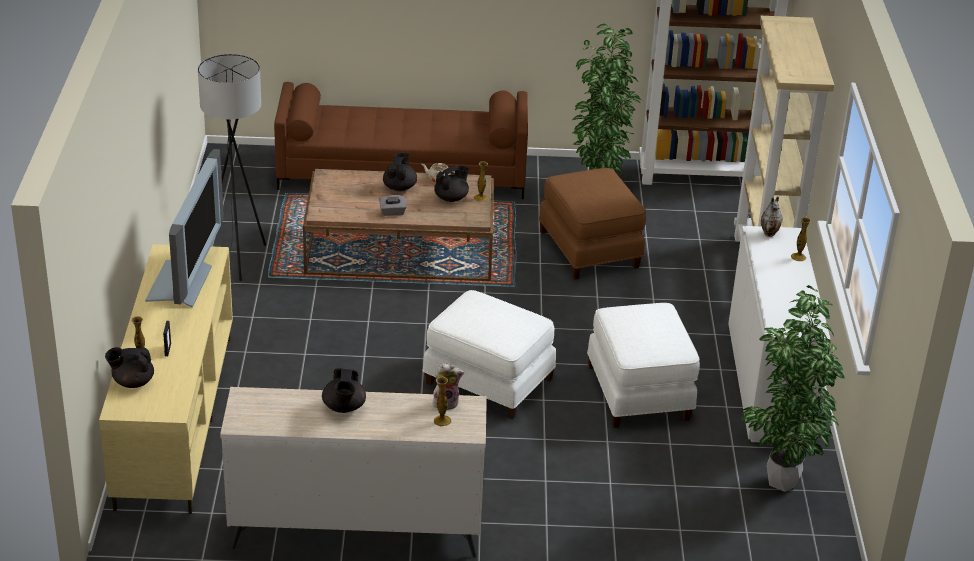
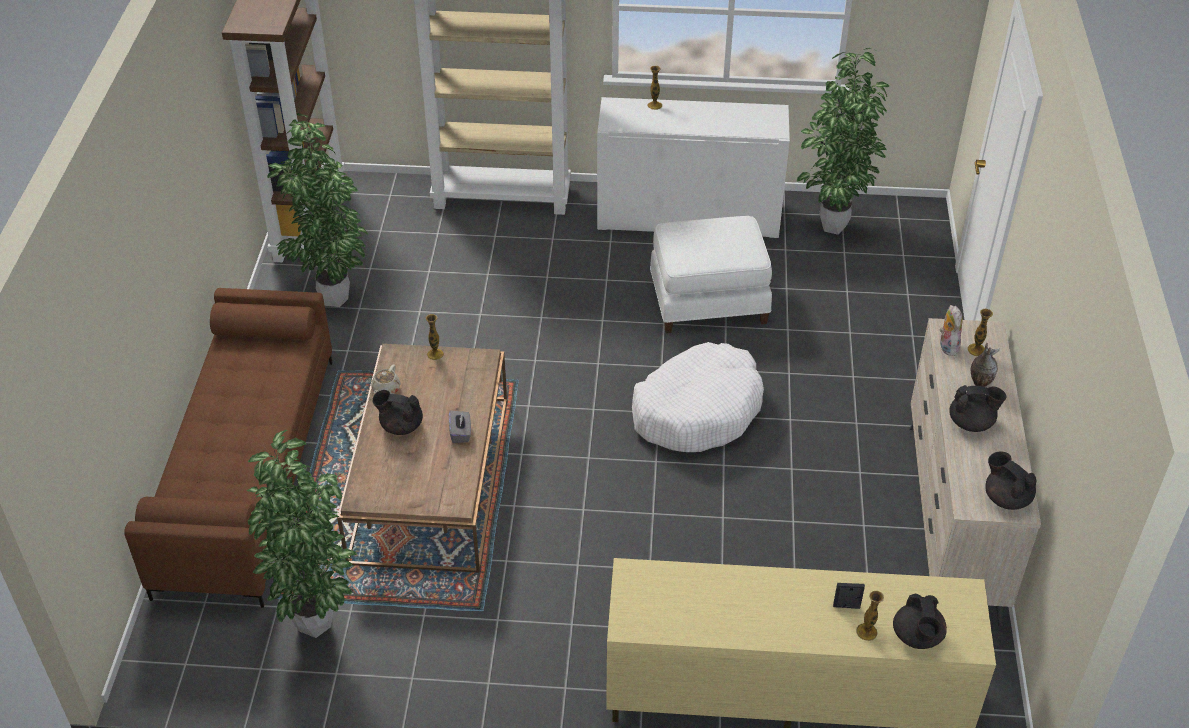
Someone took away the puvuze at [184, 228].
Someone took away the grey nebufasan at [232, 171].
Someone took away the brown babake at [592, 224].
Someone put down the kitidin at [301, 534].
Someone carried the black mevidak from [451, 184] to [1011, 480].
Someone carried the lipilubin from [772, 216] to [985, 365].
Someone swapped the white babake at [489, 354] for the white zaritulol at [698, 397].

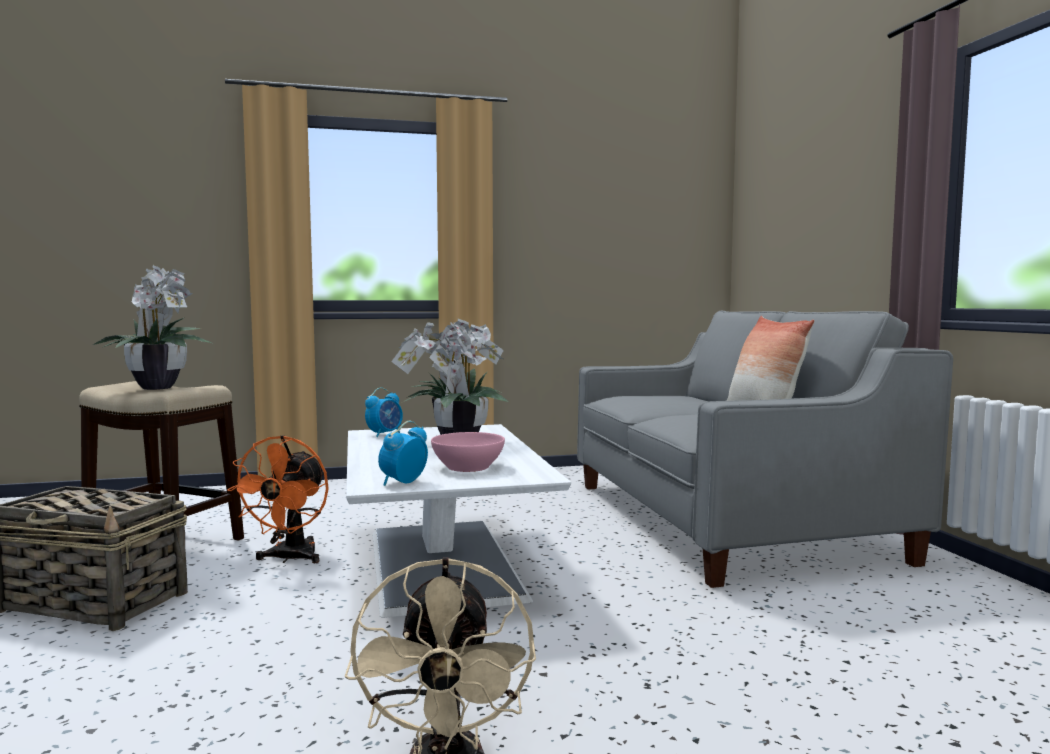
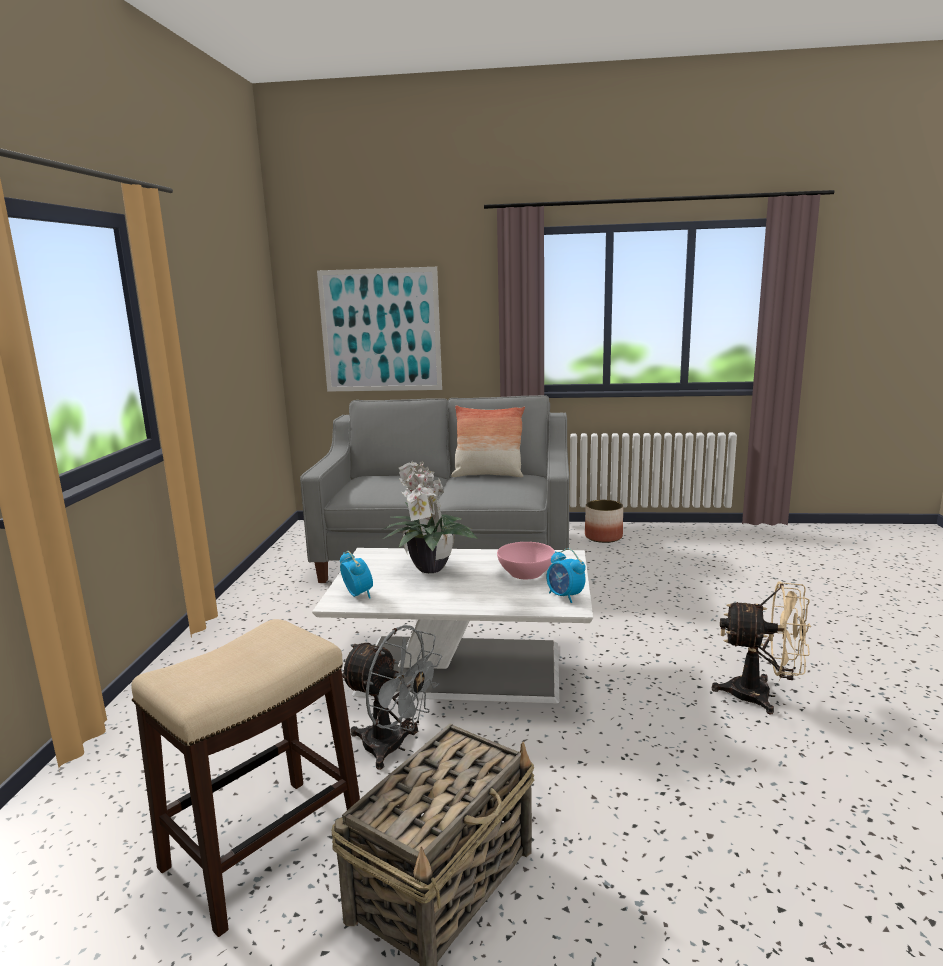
Someone took away the kitidin at [153, 327].
Someone put up the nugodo at [379, 329].
Someone put down the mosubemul at [604, 521].
Someone repainted the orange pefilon at [278, 499], which became the grey pefilon at [392, 697].

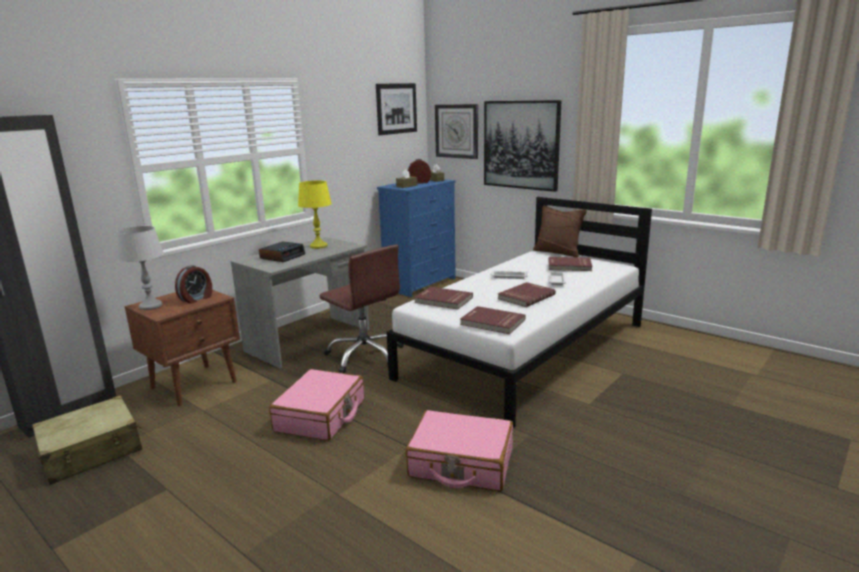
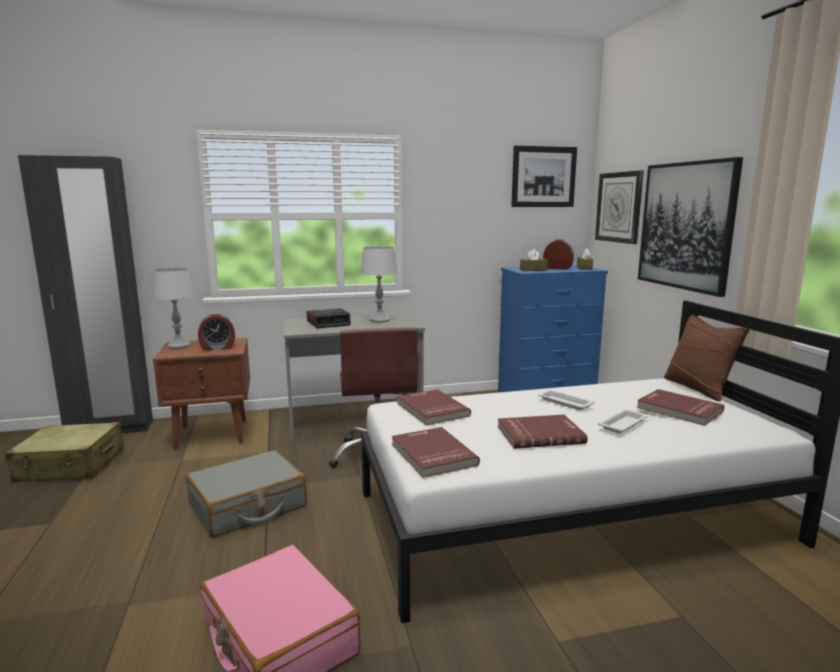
Someone repainted the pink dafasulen at [316, 405], which became the grey dafasulen at [246, 493].
Someone repainted the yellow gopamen at [315, 215], which became the grey gopamen at [379, 284].

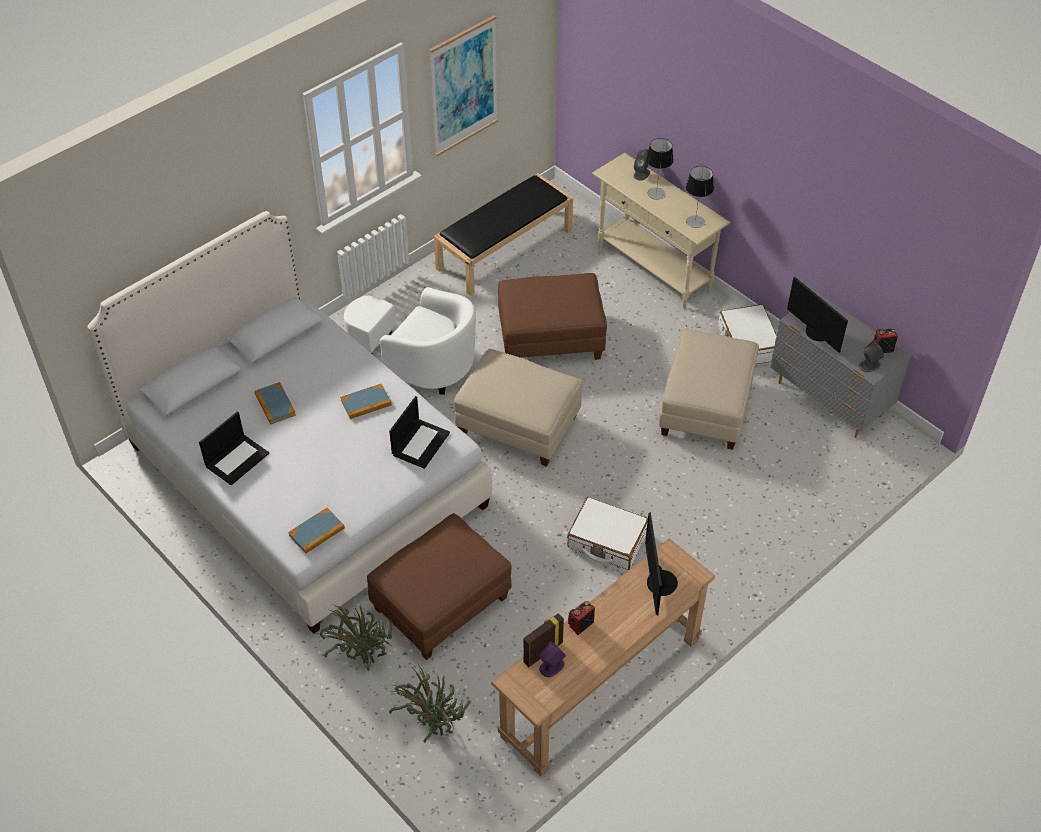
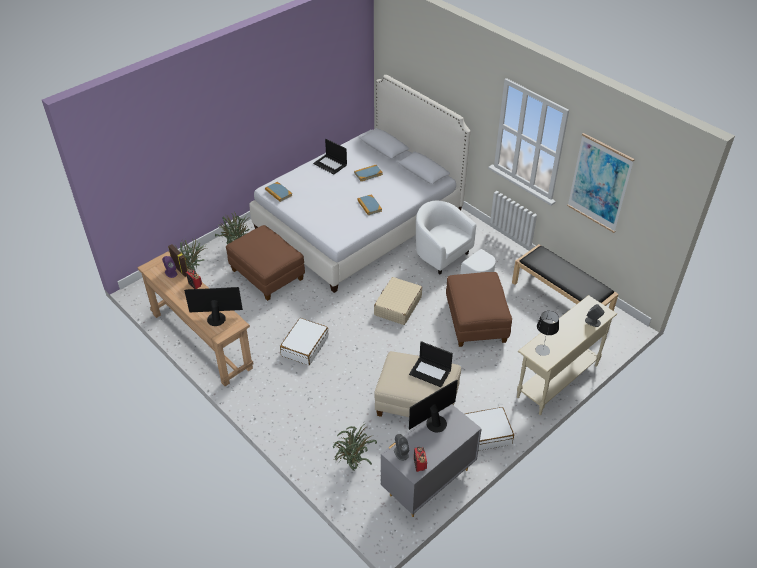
Someone took away the gopamen at [660, 169].
Someone put down the kitidin at [355, 447].
Someone carried the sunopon from [419, 432] to [431, 364].
Someone swapped the beige babake at [518, 408] for the beige dafasulen at [398, 301].
Someone rotated the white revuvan at [410, 341] by 105 degrees clockwise.

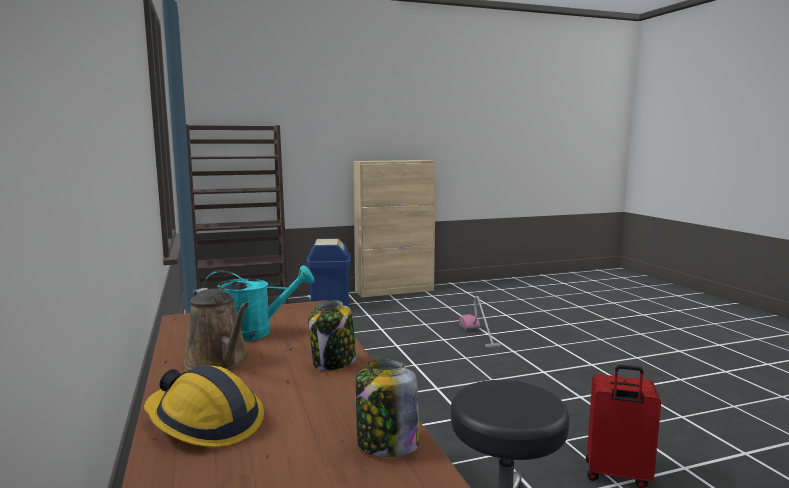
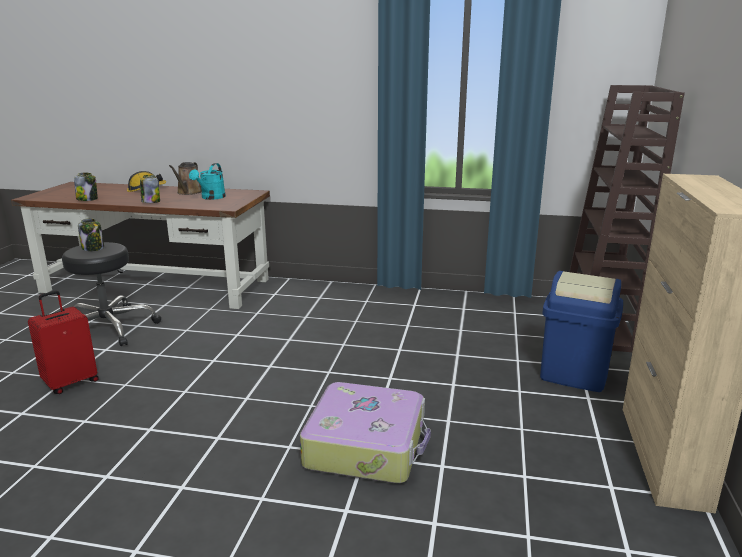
Someone put down the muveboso at [91, 234].
Someone swapped the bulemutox at [480, 322] for the dafasulen at [365, 432].
Someone rotated the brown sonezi at [216, 329] by 75 degrees counterclockwise.

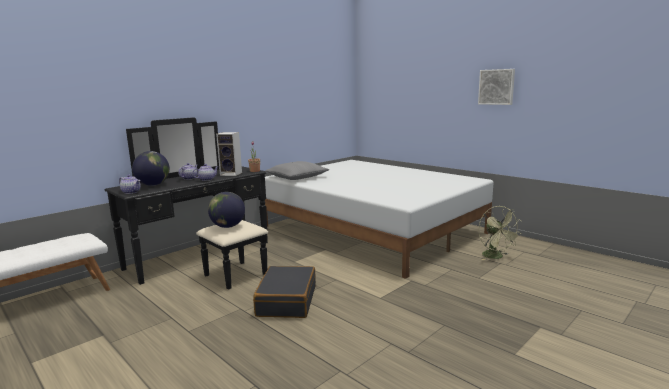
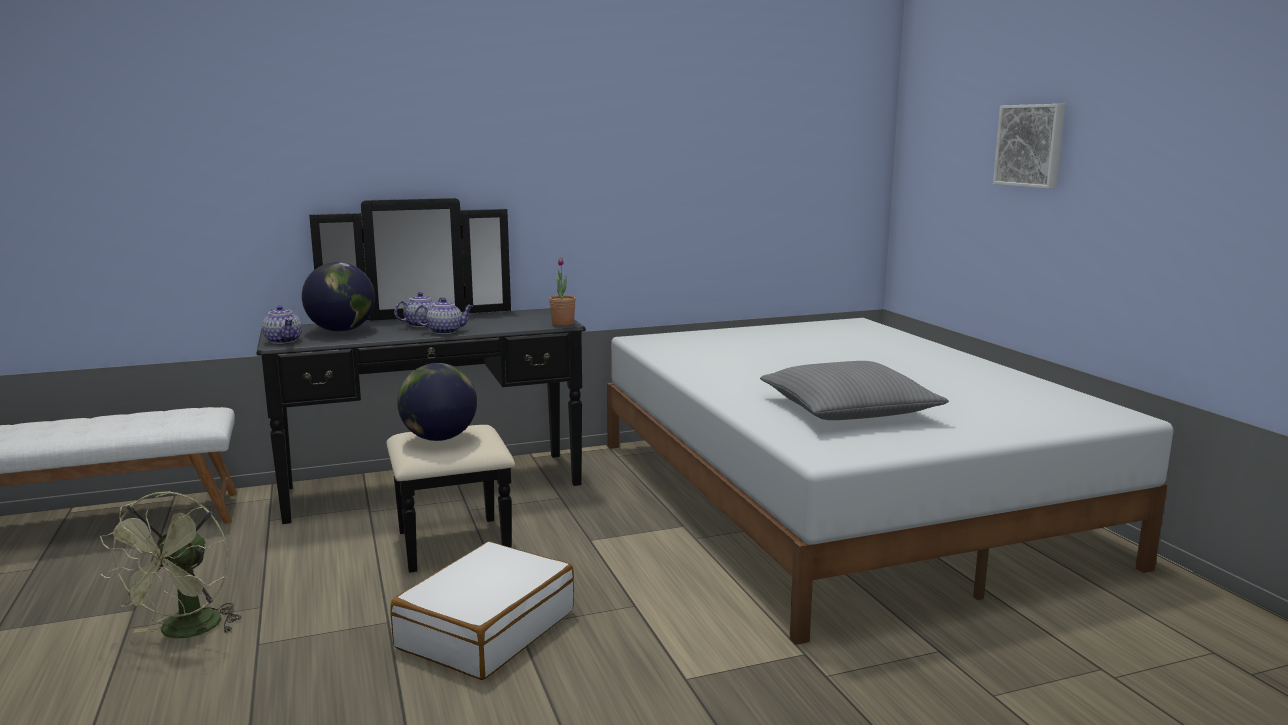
Someone took away the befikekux at [229, 154].
Someone carried the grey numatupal from [297, 170] to [854, 390].
Someone carried the nugodo from [496, 87] to [1029, 146].
Someone carried the green pefilon from [500, 233] to [171, 564].
Someone repainted the black dafasulen at [284, 292], which became the white dafasulen at [482, 611].

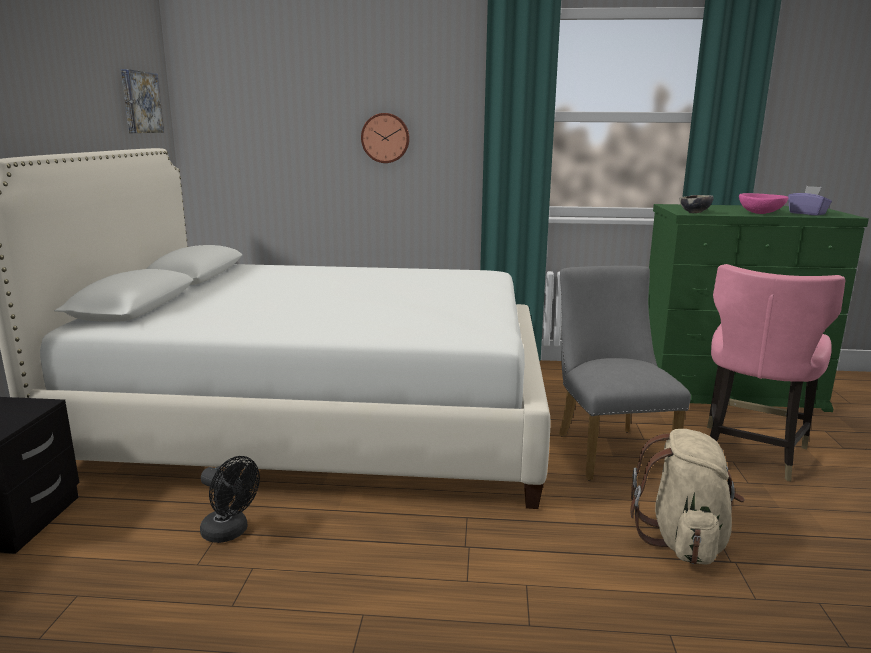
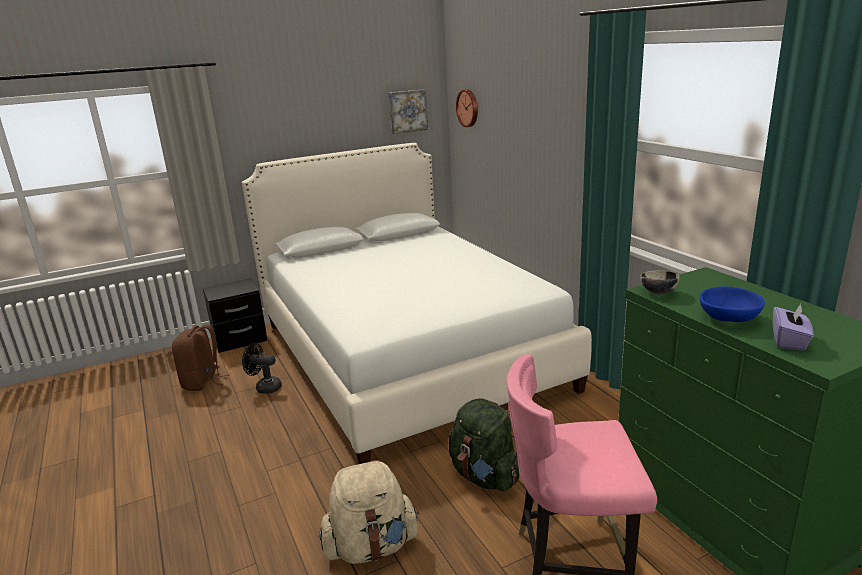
Someone put down the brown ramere at [201, 358].
Someone carried the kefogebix from [385, 138] to [467, 108].
Someone swapped the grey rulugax at [625, 373] for the green ramere at [484, 444].
Someone repainted the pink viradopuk at [763, 203], which became the blue viradopuk at [732, 304].
Someone rotated the black pefilon at [230, 499] by 105 degrees clockwise.

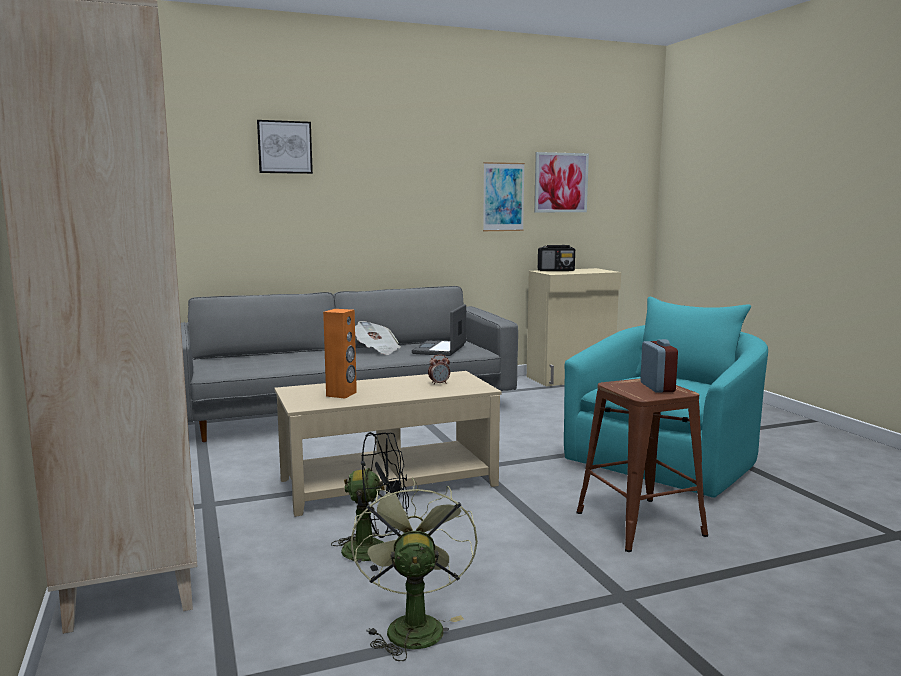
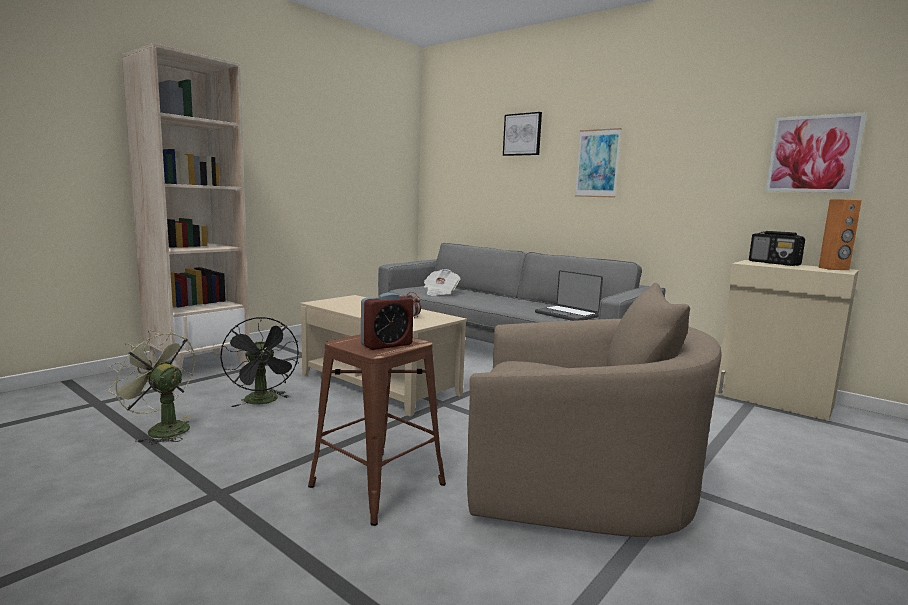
Someone carried the orange befikekux from [340, 354] to [840, 235].
Someone carried the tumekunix from [378, 338] to [442, 282].
Someone carried the nugodo from [504, 196] to [598, 163].
Someone repainted the turquoise revuvan at [666, 397], which became the beige revuvan at [594, 410].
Someone rotated the green pefilon at [414, 569] by 120 degrees counterclockwise.
Someone rotated the sunopon at [438, 330] by 120 degrees counterclockwise.

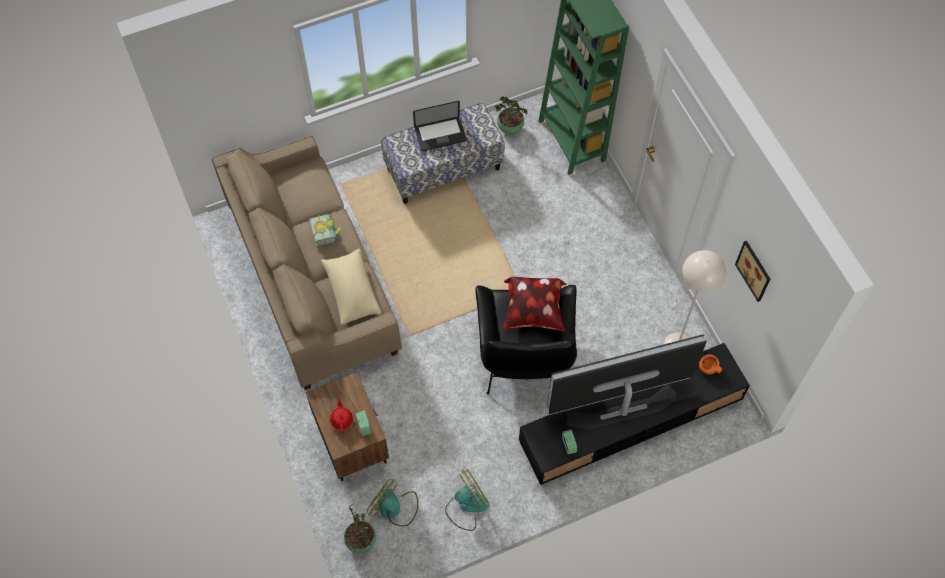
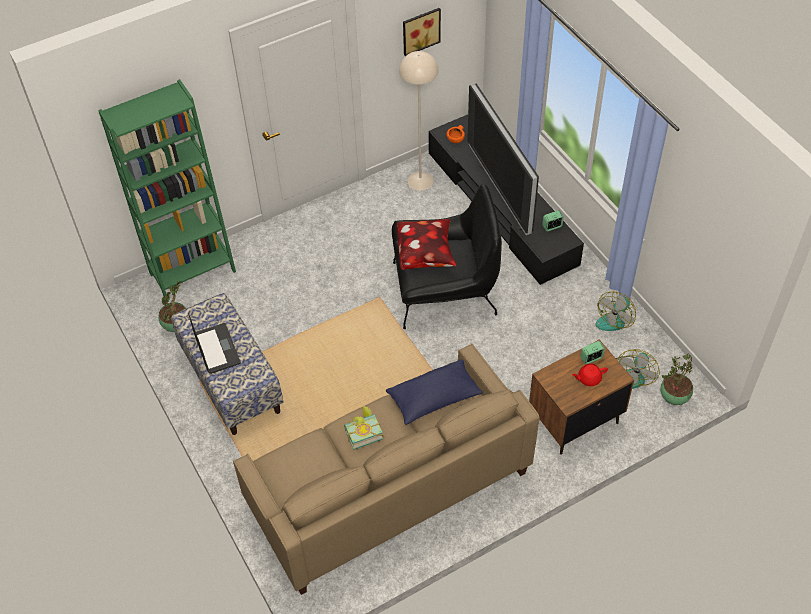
Someone repainted the beige numatupal at [351, 287], which became the blue numatupal at [434, 392].
Someone rotated the pefilon at [467, 500] by 105 degrees counterclockwise.

